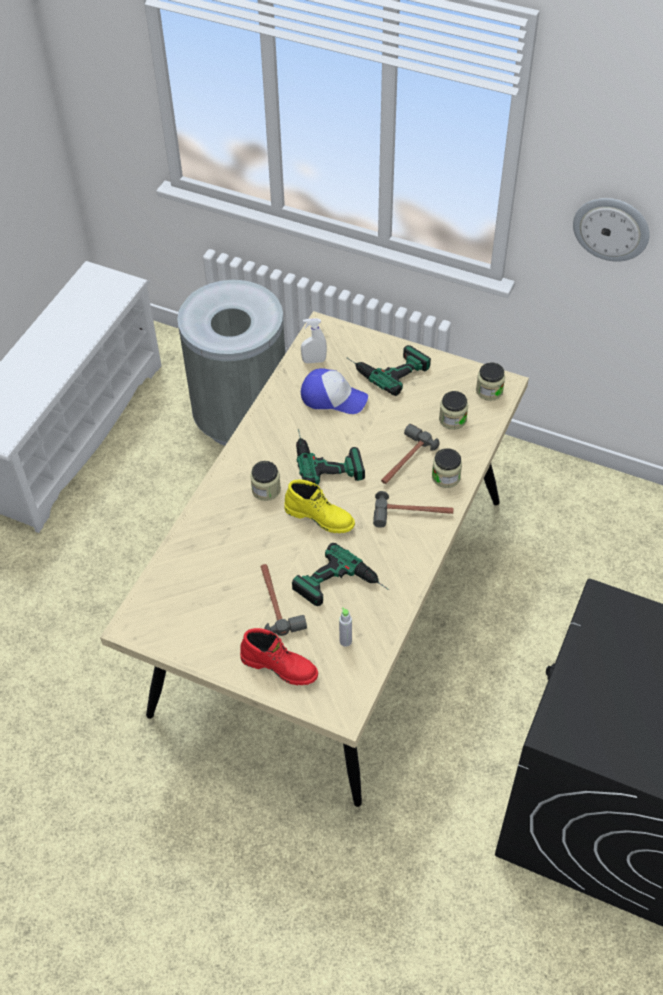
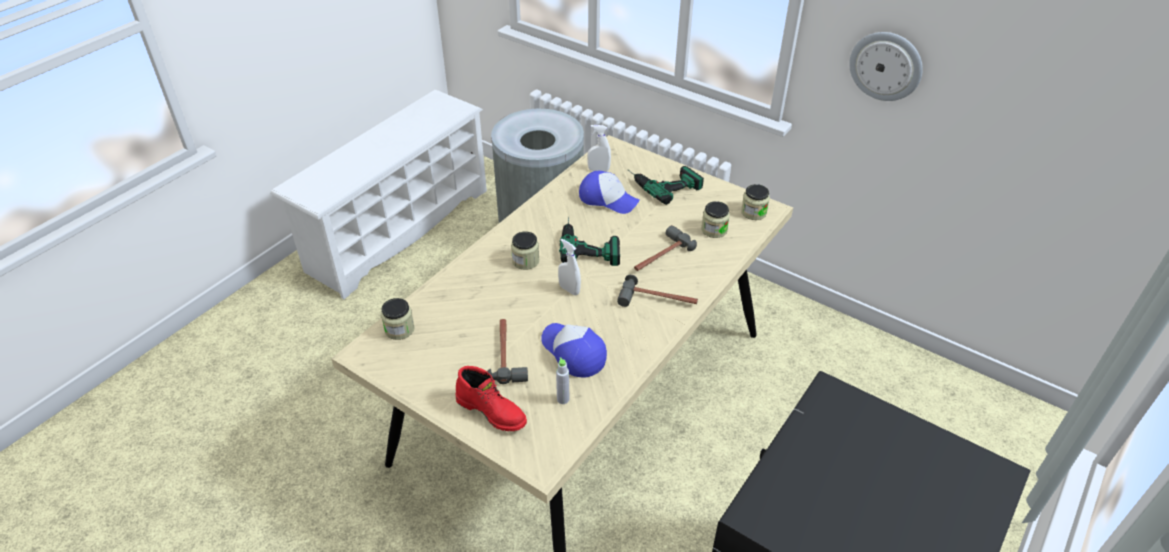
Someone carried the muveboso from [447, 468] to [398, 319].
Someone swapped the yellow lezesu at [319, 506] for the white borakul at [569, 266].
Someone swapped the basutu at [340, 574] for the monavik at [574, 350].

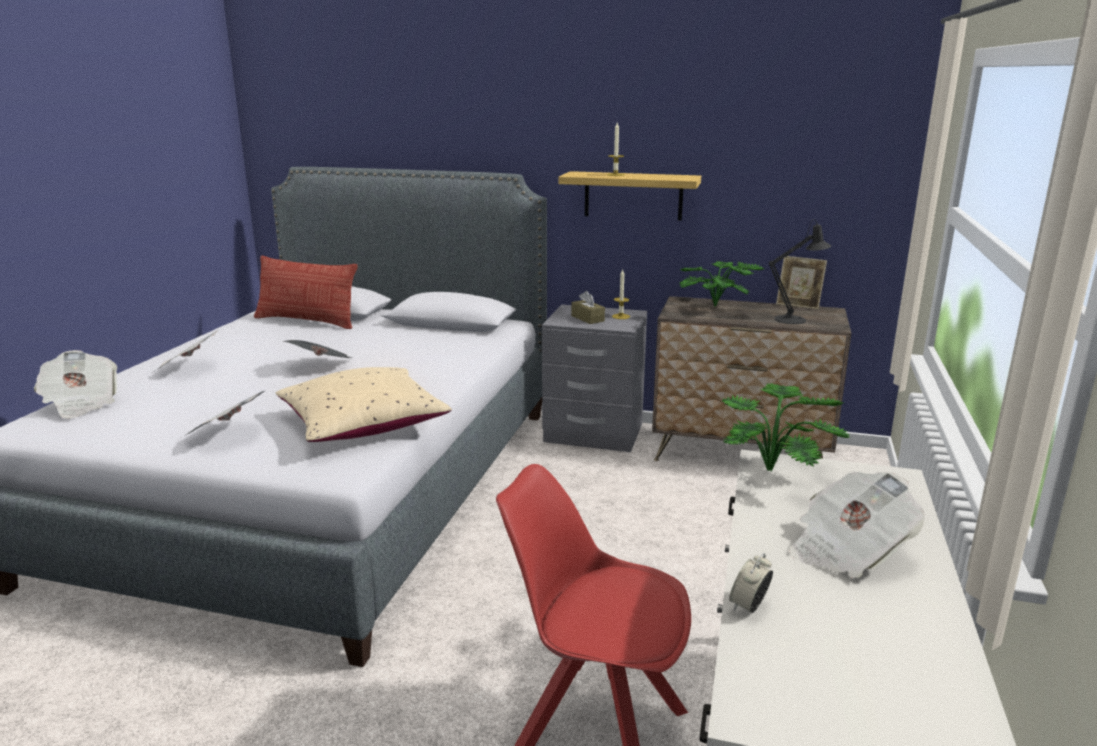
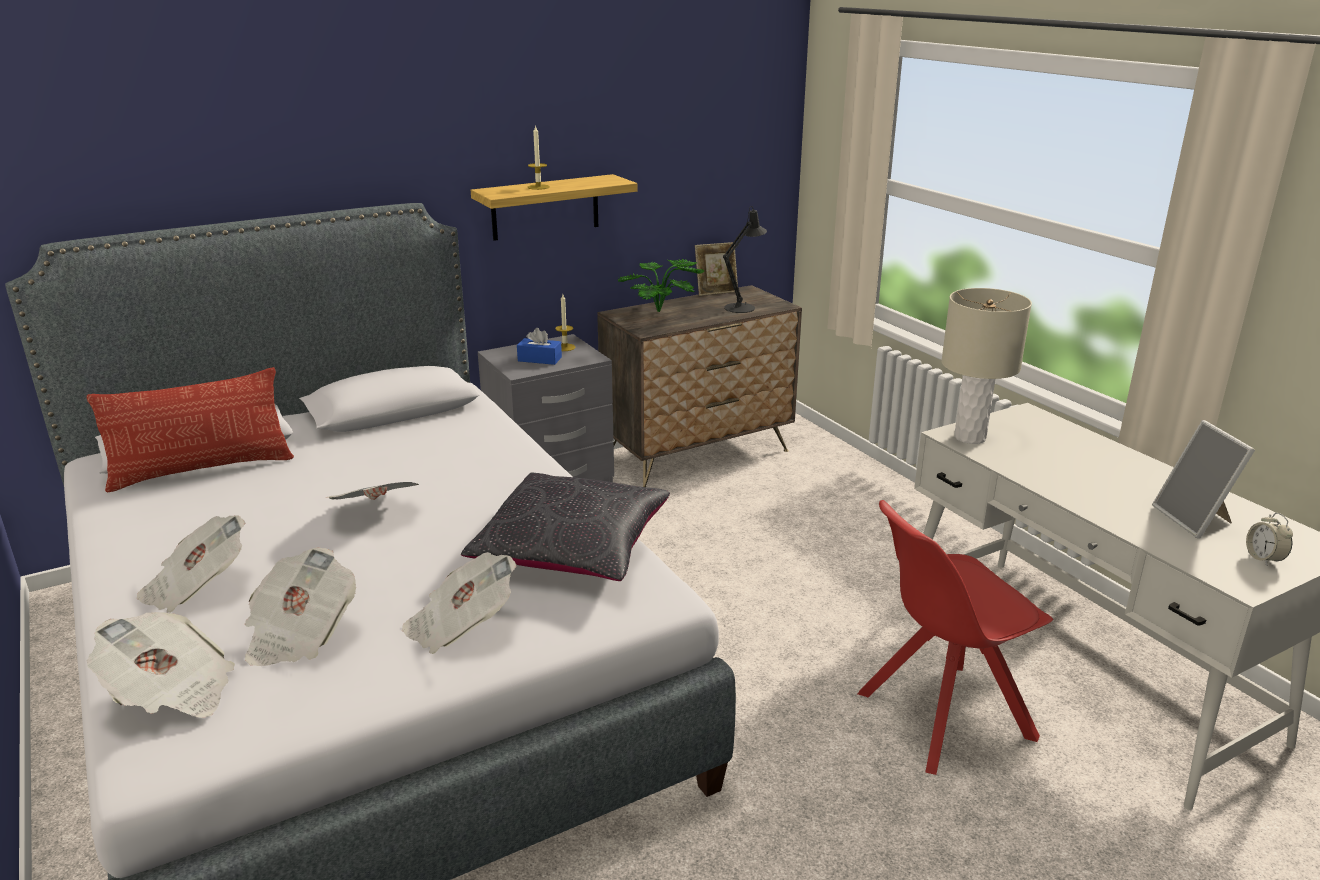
Someone put down the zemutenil at [1203, 479].
Someone carried the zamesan from [751, 583] to [1269, 539].
Someone carried the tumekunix from [857, 525] to [300, 607].
Someone swapped the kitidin at [785, 427] for the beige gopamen at [986, 366].
Someone repainted the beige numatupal at [363, 404], which became the black numatupal at [565, 526].
Someone repainted the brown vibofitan at [588, 307], which became the blue vibofitan at [539, 346].

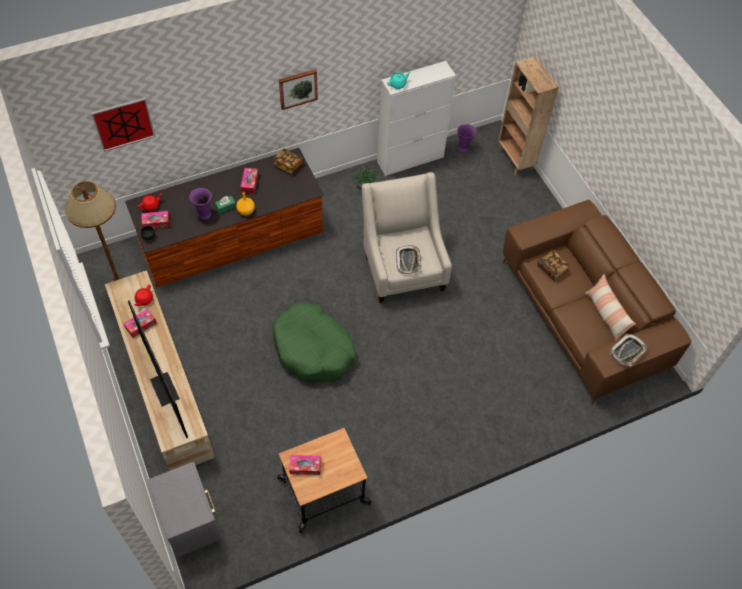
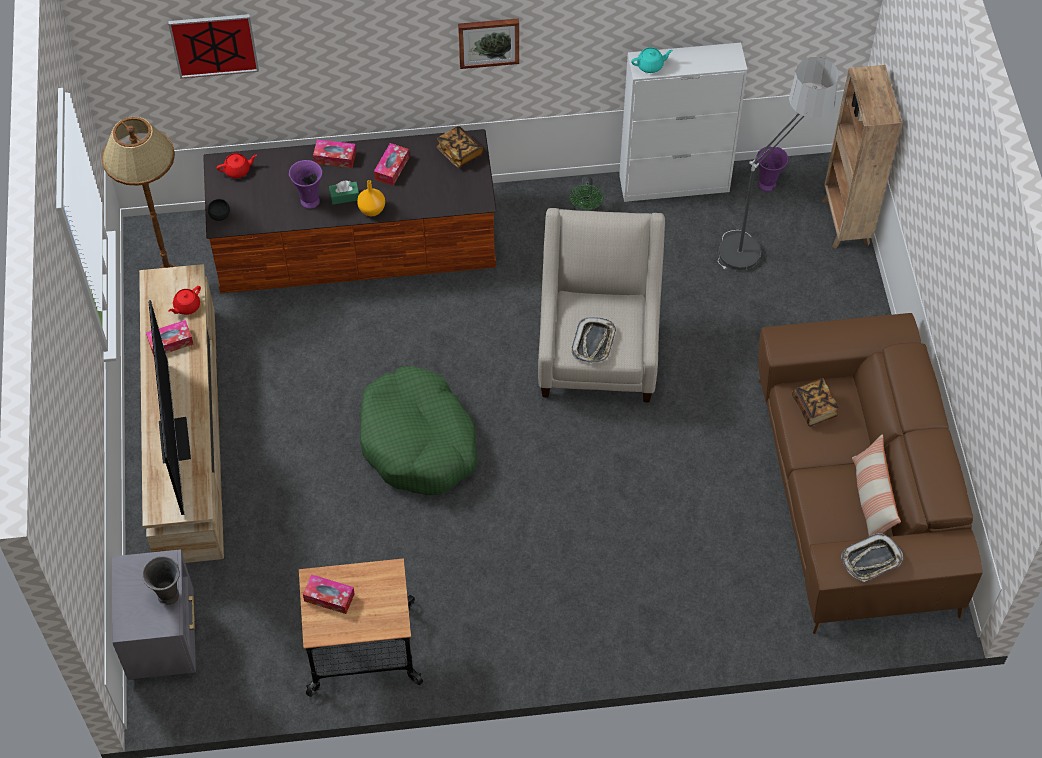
Someone put down the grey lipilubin at [161, 580].
Someone put down the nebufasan at [778, 163].
Someone carried the vibofitan from [156, 220] to [334, 153].

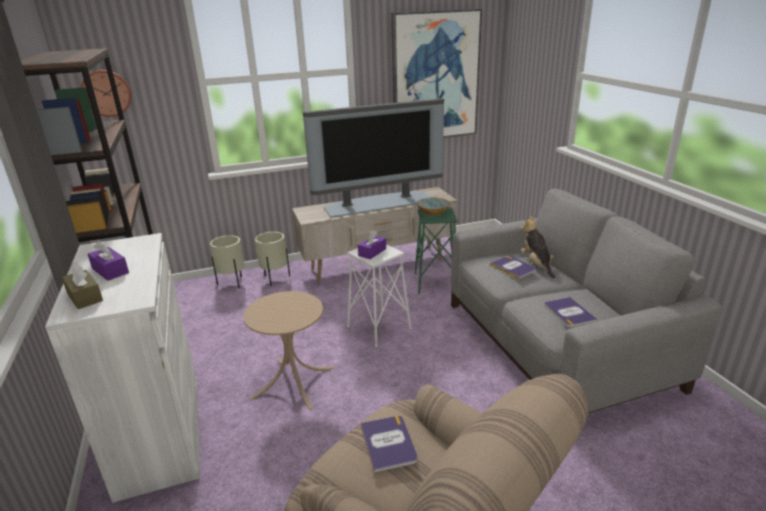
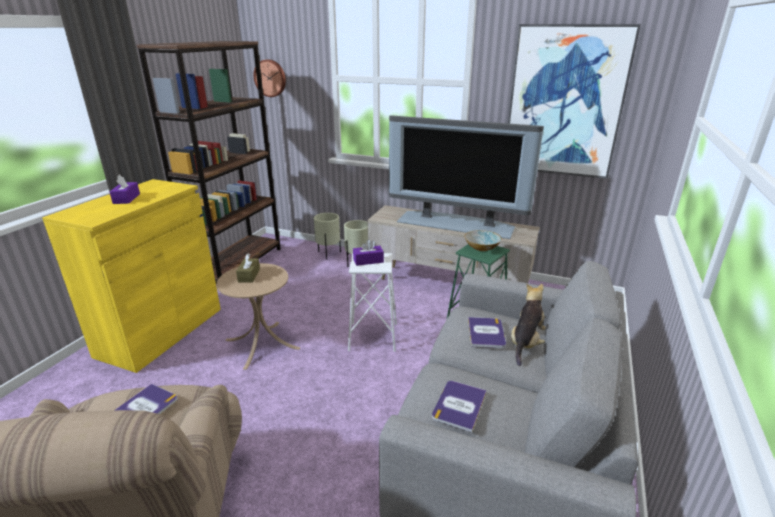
Someone carried the brown vibofitan from [82, 286] to [248, 268].
Someone repainted the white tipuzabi at [122, 368], which became the yellow tipuzabi at [131, 276].

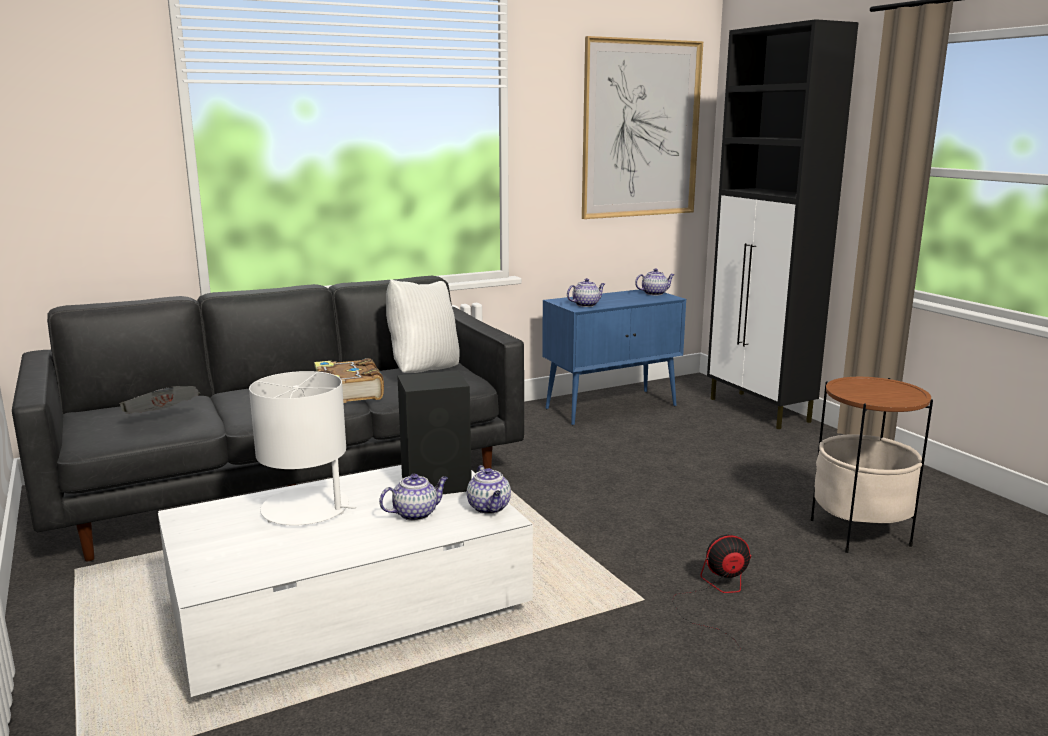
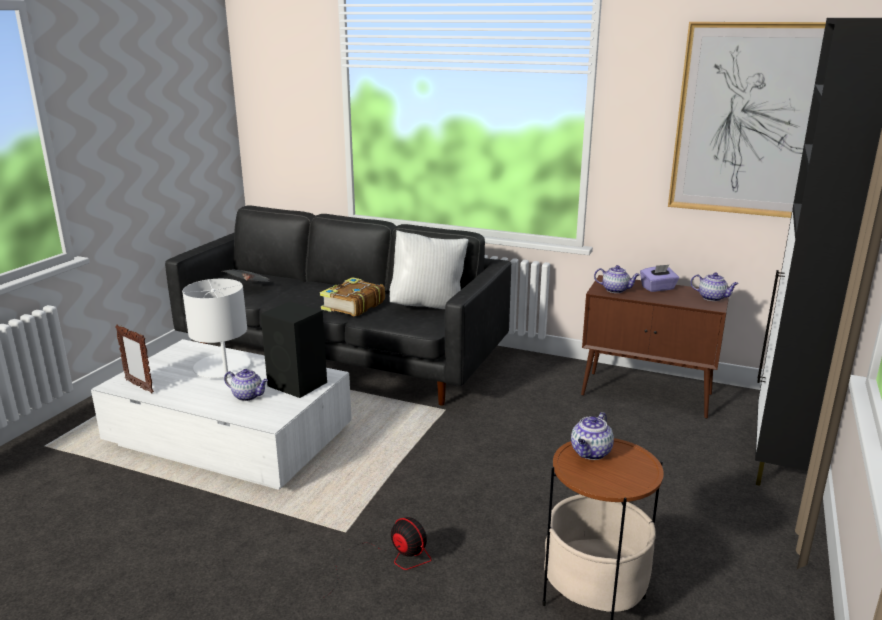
Someone put down the zemutenil at [134, 359].
Someone put down the purple vibofitan at [659, 278].
Someone carried the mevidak from [489, 489] to [592, 436].
Someone repainted the blue tipuzabi at [614, 357], which became the brown tipuzabi at [655, 347].

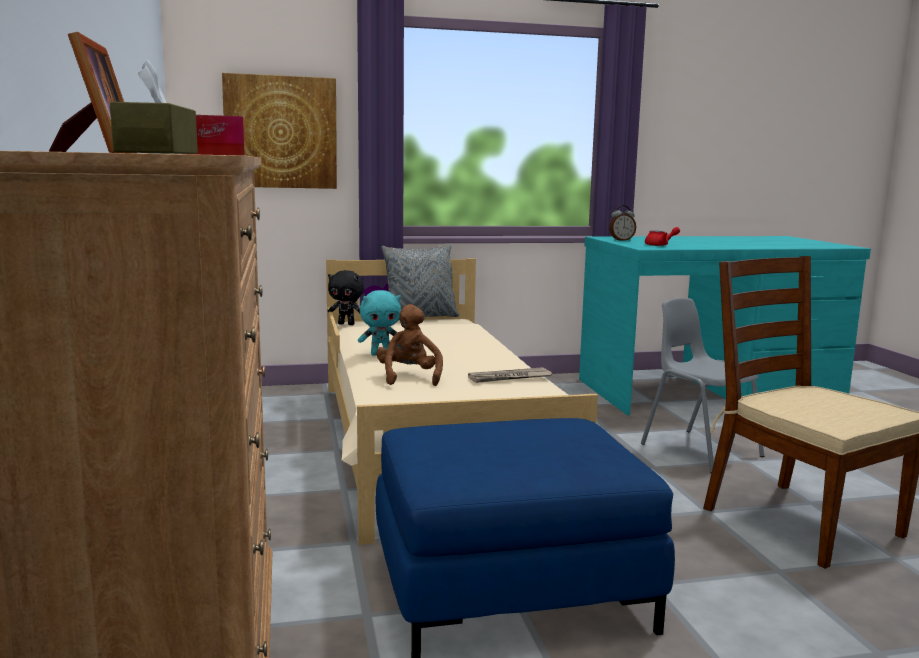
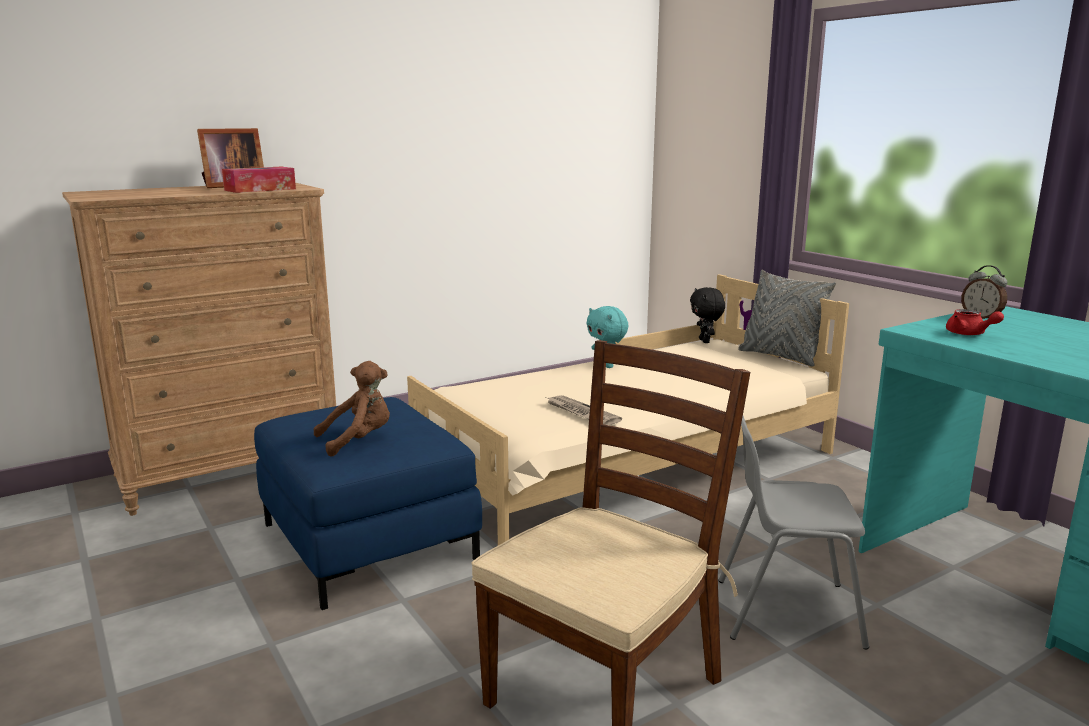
Someone took away the brown vibofitan at [154, 107].
Someone took away the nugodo at [279, 131].
Someone carried the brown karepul from [409, 345] to [352, 409].
Someone rotated the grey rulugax at [702, 385] by 120 degrees counterclockwise.

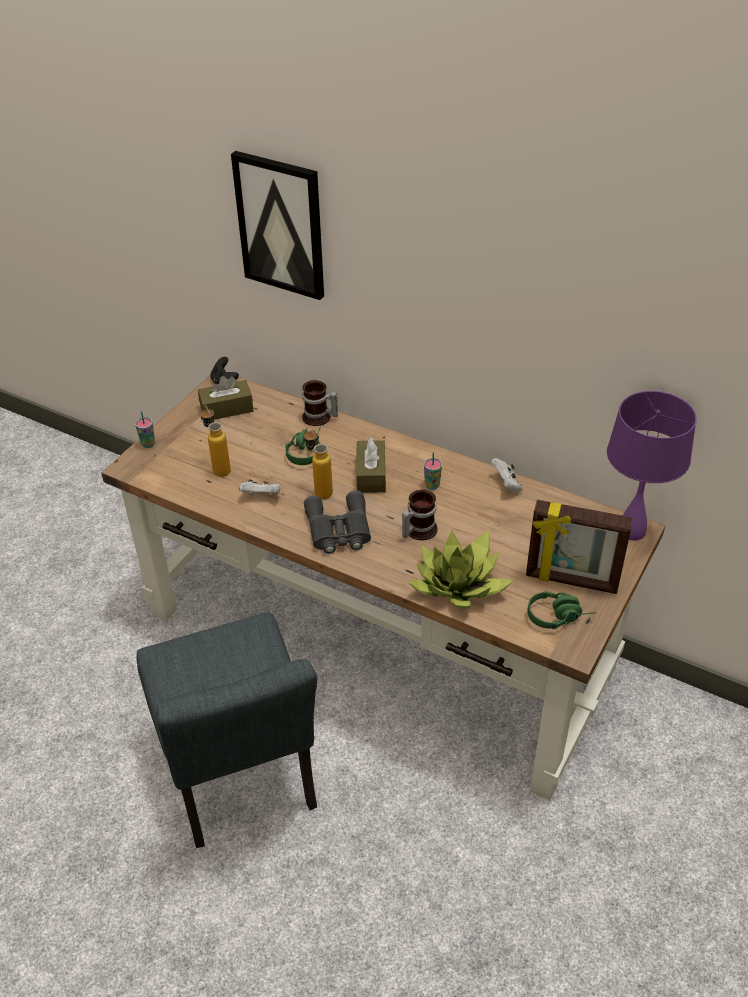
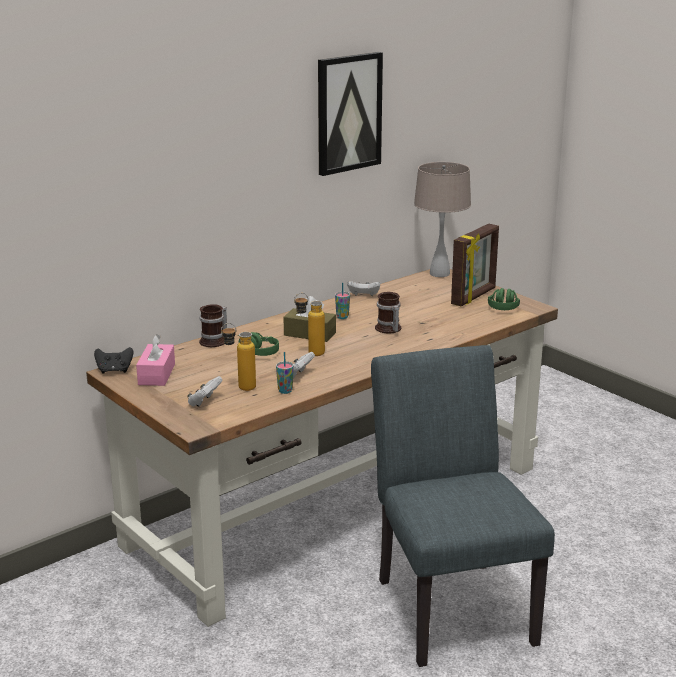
Someone took away the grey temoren at [337, 522].
Someone took away the kitidin at [461, 569].
Someone put down the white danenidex at [205, 391].
Someone carried the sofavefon from [145, 429] to [285, 373].
Someone carried the nugodo from [277, 225] to [350, 114].
Someone repainted the brown vibofitan at [226, 398], which became the pink vibofitan at [155, 360].
Someone repainted the purple gopamen at [652, 466], which became the beige gopamen at [442, 219].
Someone rotated the grey rulugax at [226, 730] by 105 degrees counterclockwise.

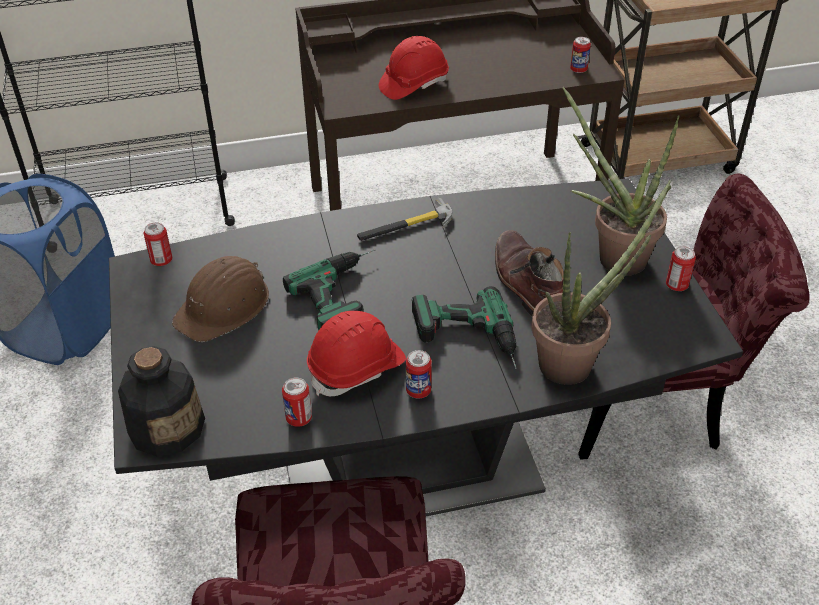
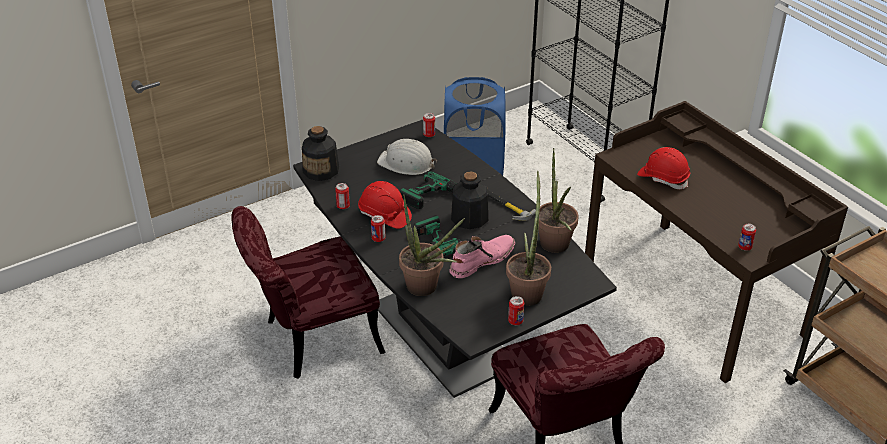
Someone put down the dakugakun at [469, 200].
Someone put down the kitidin at [558, 200].
Someone repainted the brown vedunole at [220, 299], which became the white vedunole at [407, 157].
Someone repainted the brown lezesu at [529, 273], which became the pink lezesu at [482, 256].

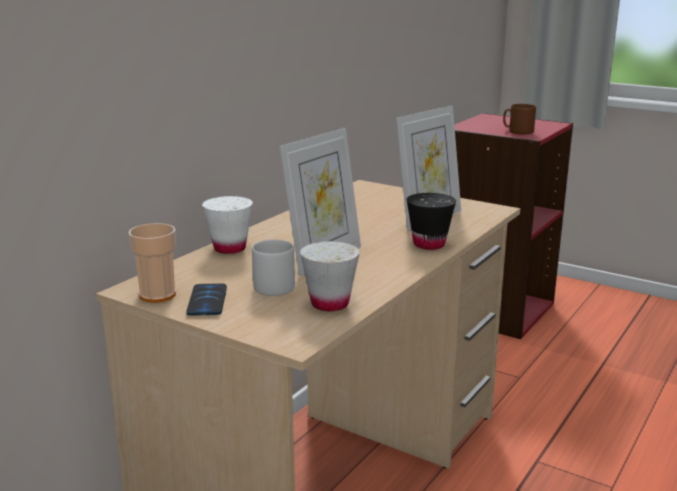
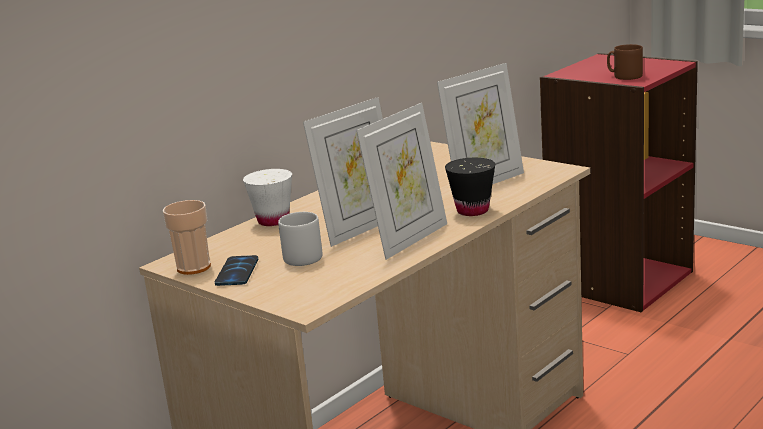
Someone took away the white sofavefon at [330, 276].
Someone put down the zemutenil at [401, 181].

